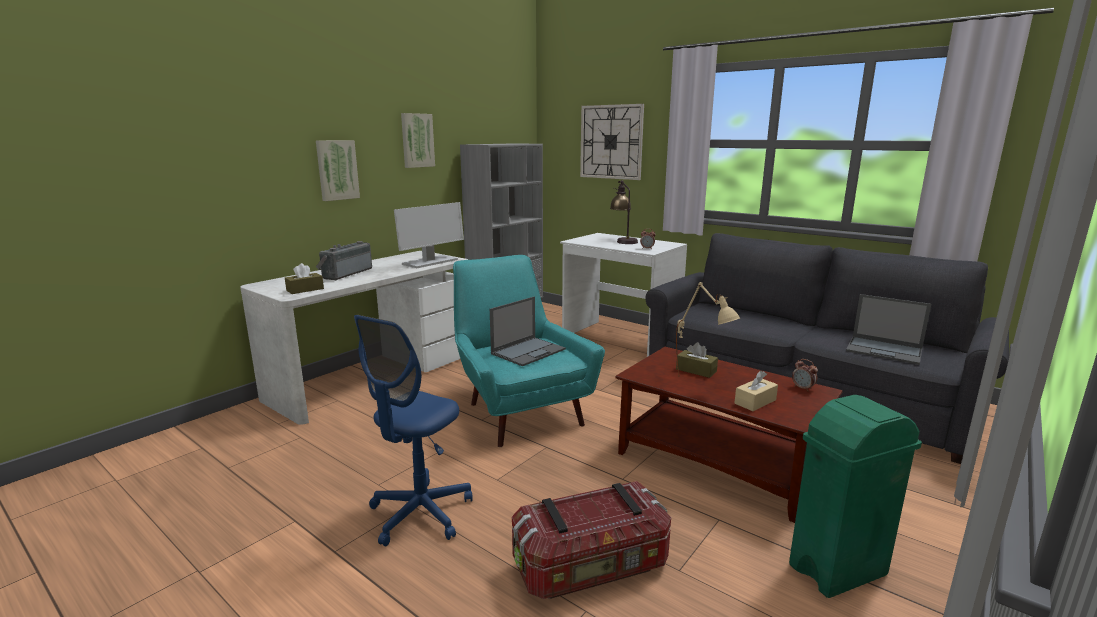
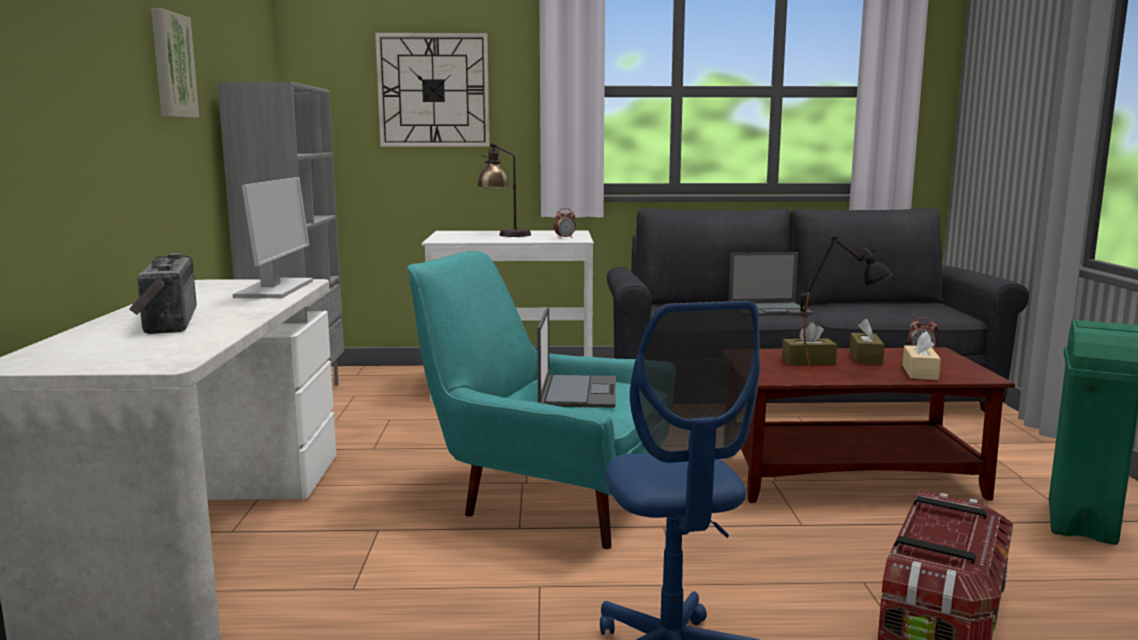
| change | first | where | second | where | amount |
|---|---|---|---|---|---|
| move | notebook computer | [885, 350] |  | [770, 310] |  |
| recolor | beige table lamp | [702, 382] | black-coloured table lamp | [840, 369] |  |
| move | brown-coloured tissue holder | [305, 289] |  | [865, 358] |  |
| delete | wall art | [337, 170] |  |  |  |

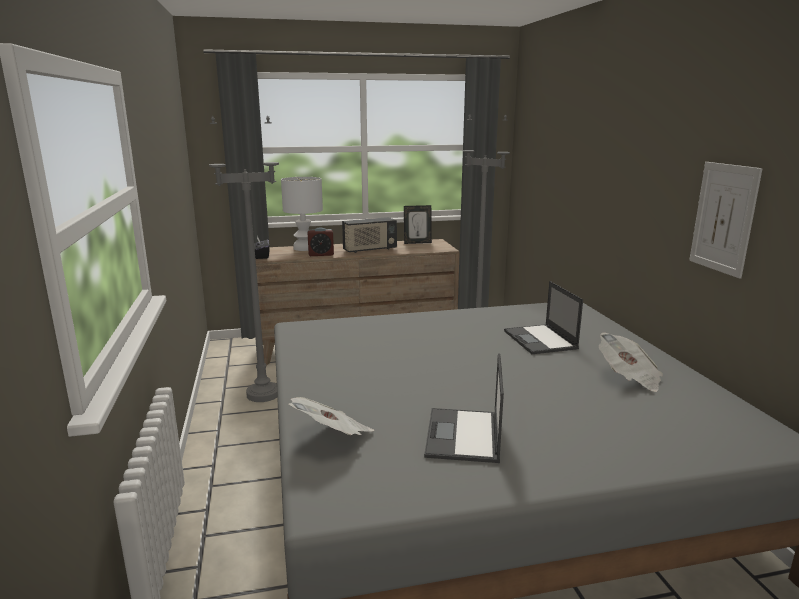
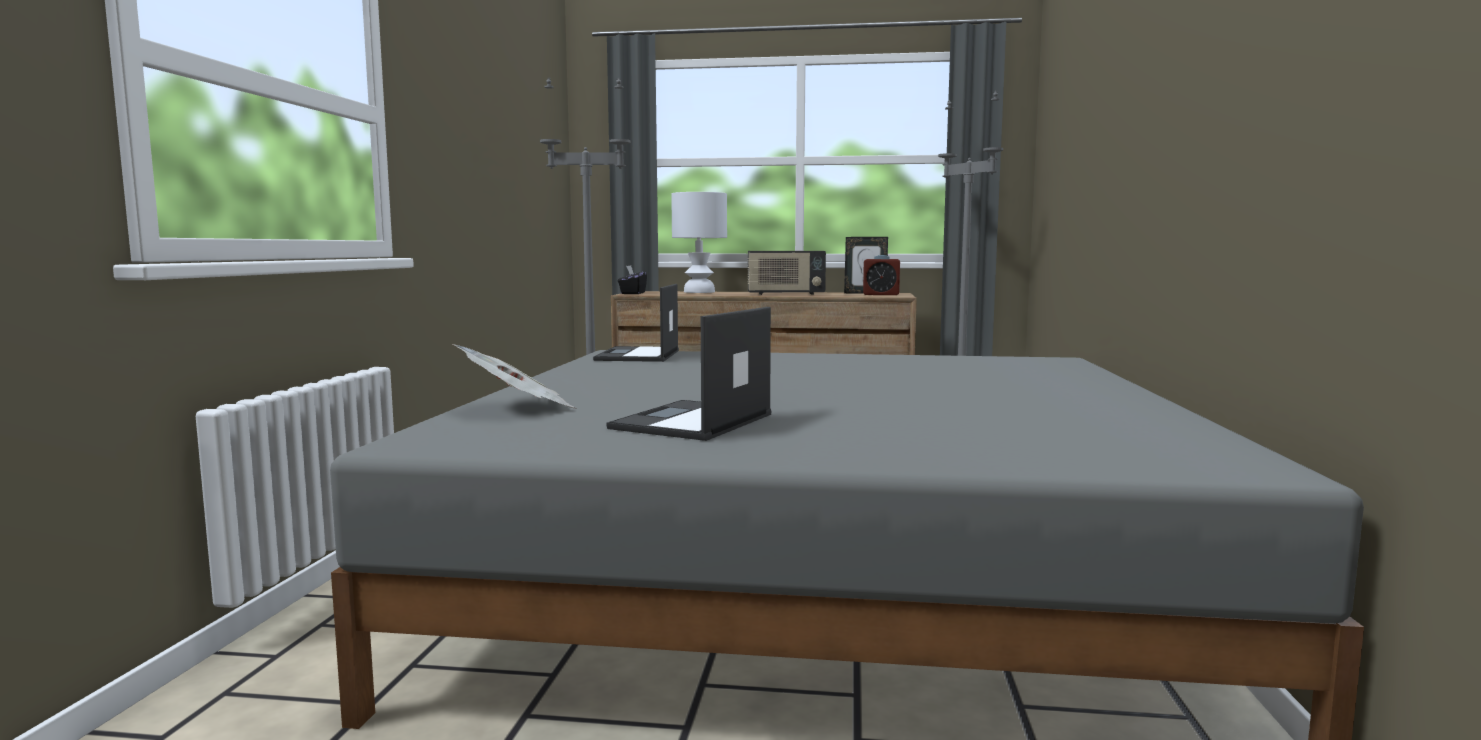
| change | first | where | second | where | amount |
|---|---|---|---|---|---|
| move | notebook computer | [540, 340] |  | [638, 355] |  |
| move | table clock | [321, 254] |  | [881, 294] |  |
| delete | daily paper | [629, 378] |  |  |  |
| delete | wall art | [723, 218] |  |  |  |

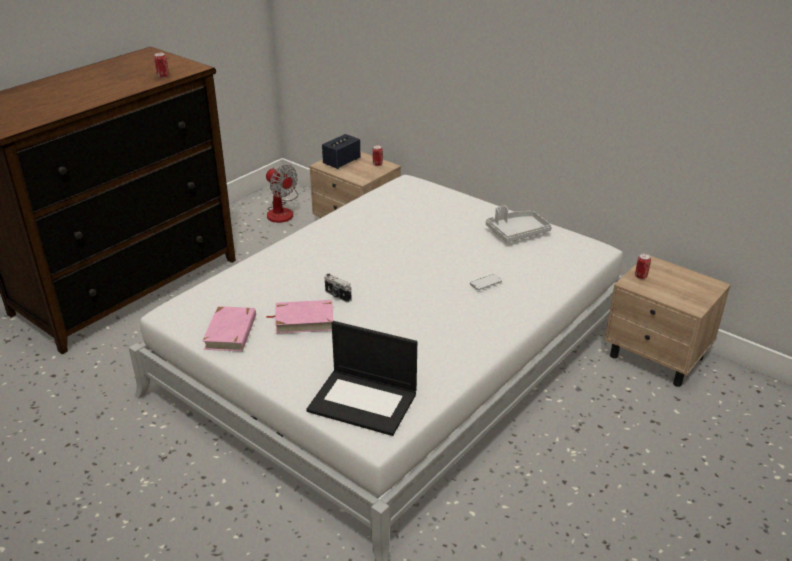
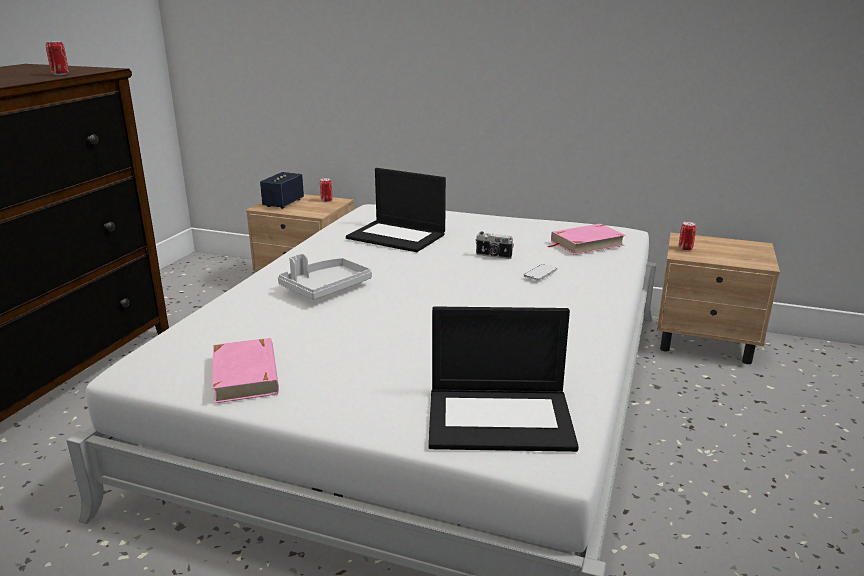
| change | first | where | second | where | amount |
|---|---|---|---|---|---|
| move | greyish tray | [517, 232] |  | [325, 288] |  |
| insert |  |  | notebook computer | [397, 236] |  |
| move | still camera | [337, 296] |  | [493, 256] |  |
| move | pinkish bound book | [304, 320] |  | [586, 243] |  |
| delete | fan | [282, 211] |  |  |  |

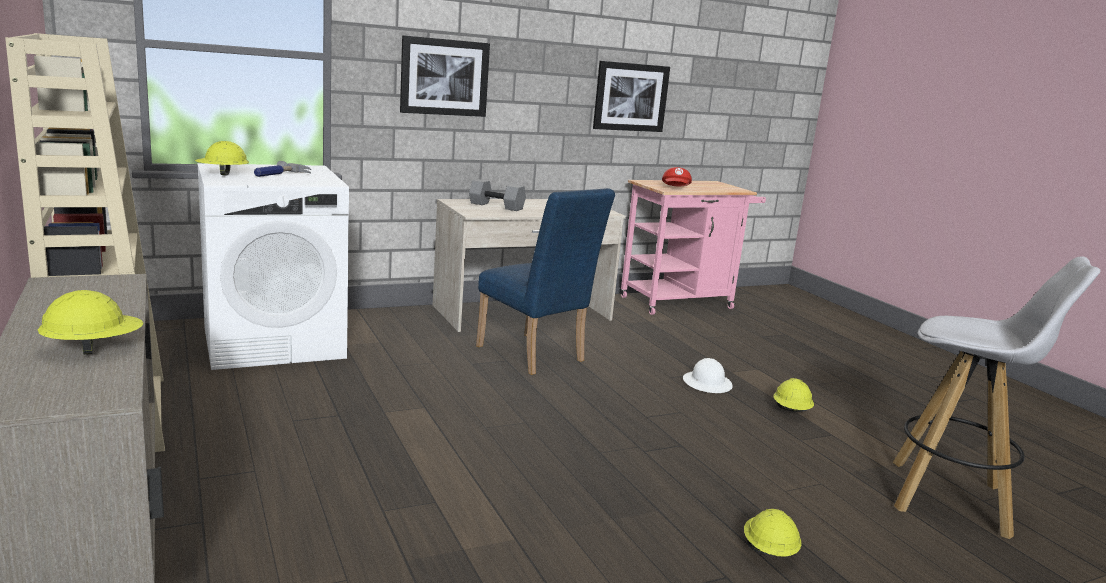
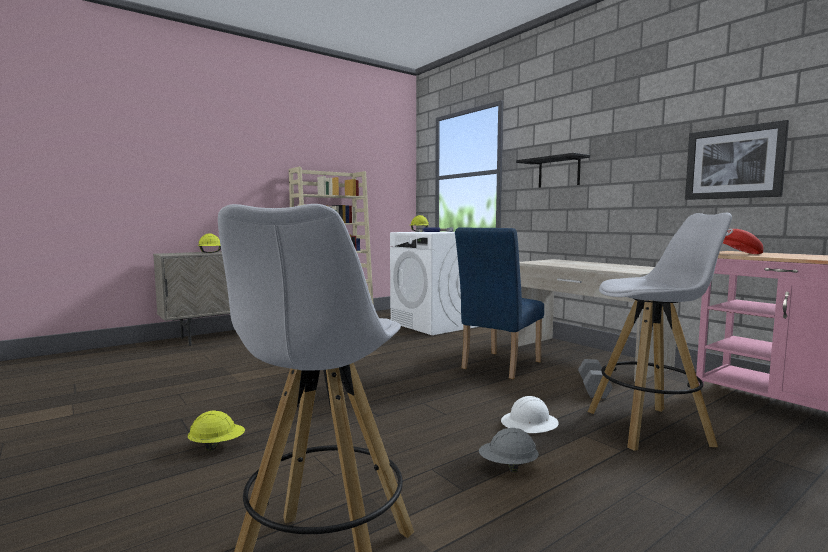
| change | first | where | second | where | amount |
|---|---|---|---|---|---|
| recolor | yellowish hard hat | [791, 411] | greyish hard hat | [508, 467] |  |
| replace | wall art | [444, 77] | black-coloured bracket shelf | [559, 172] |  |
| move | greyish dumbbell | [497, 206] |  | [594, 389] |  |
| insert |  |  | whitish stool seat | [649, 428] |  |

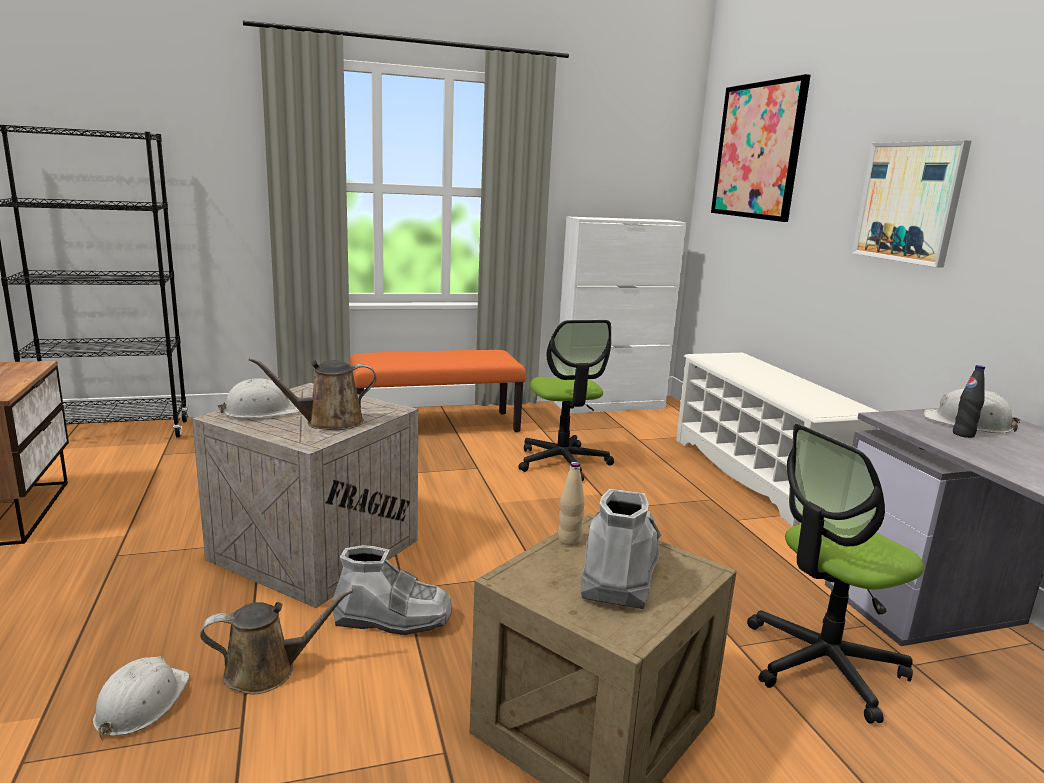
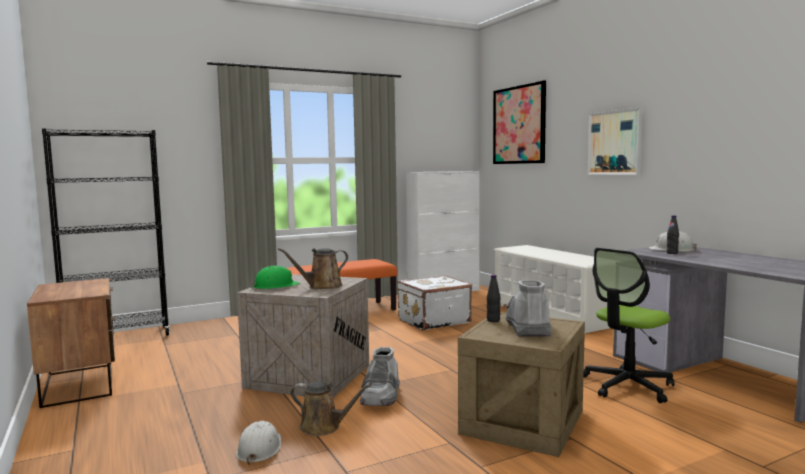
| change | first | where | second | where | amount |
|---|---|---|---|---|---|
| recolor | whitish hard hat | [261, 411] | green-coloured hard hat | [275, 286] |  |
| rotate | brown-coloured sprinkling can | [267, 671] |  | [324, 427] | 45 degrees clockwise |
| rotate | greyish high-top boot | [393, 618] |  | [381, 397] | 105 degrees clockwise |
| replace | computer chair | [563, 462] | whitish travel case | [433, 321] |  |
| recolor | beige bottle | [569, 540] | black-coloured bottle | [493, 320] |  |

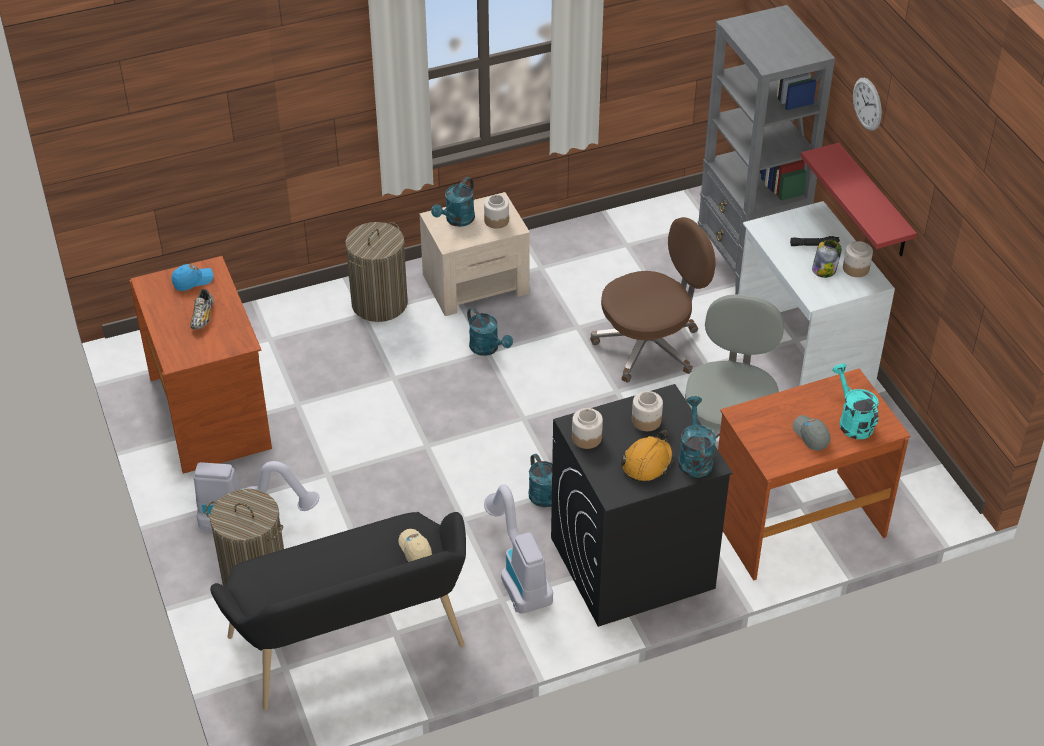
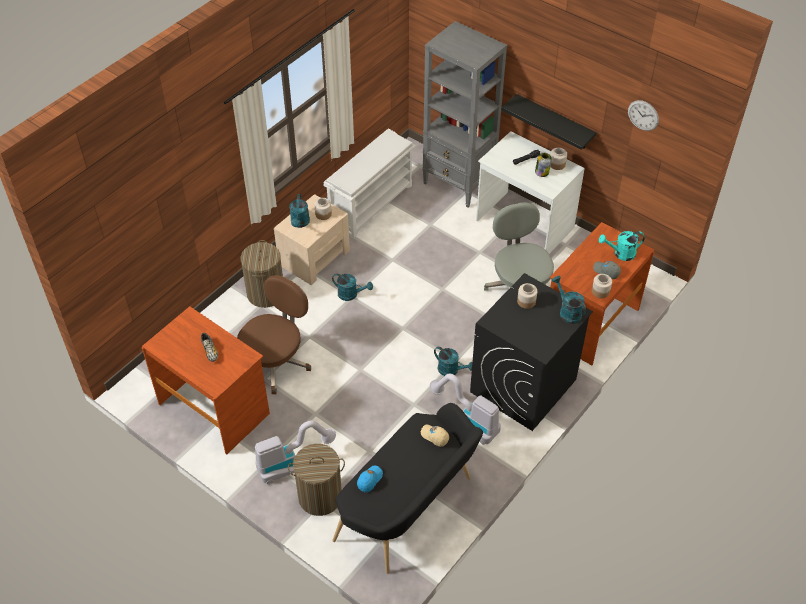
| change | first | where | second | where | amount |
|---|---|---|---|---|---|
| move | brown-coloured computer chair | [649, 346] |  | [275, 362] |  |
| insert |  |  | whitish shoe rack | [371, 203] |  |
| move | bluish cap | [192, 281] |  | [369, 480] |  |
| recolor | reddish bracket shelf | [874, 202] | black-coloured bracket shelf | [554, 122] |  |
| move | storage jar | [586, 437] |  | [600, 291] |  |
| rotate | turquoise sprinkling can | [852, 421] |  | [620, 254] | 45 degrees counterclockwise |
| move | clock on the wall | [867, 104] |  | [643, 115] |  |
| delete | orange-coloured hard hat | [647, 462] |  |  |  |

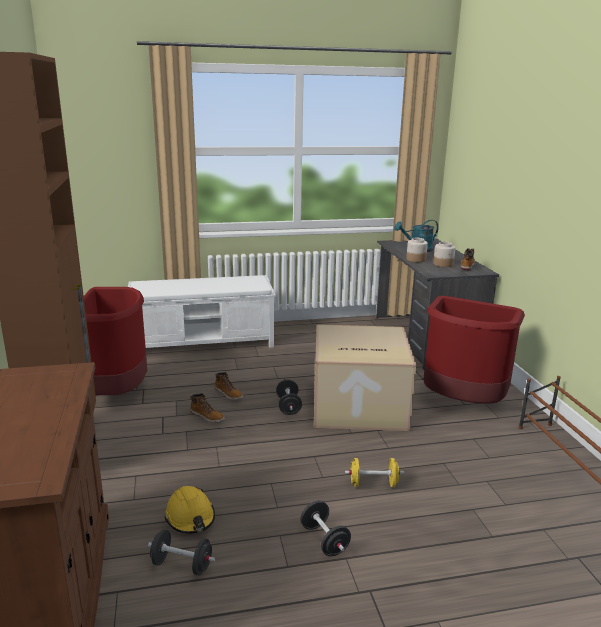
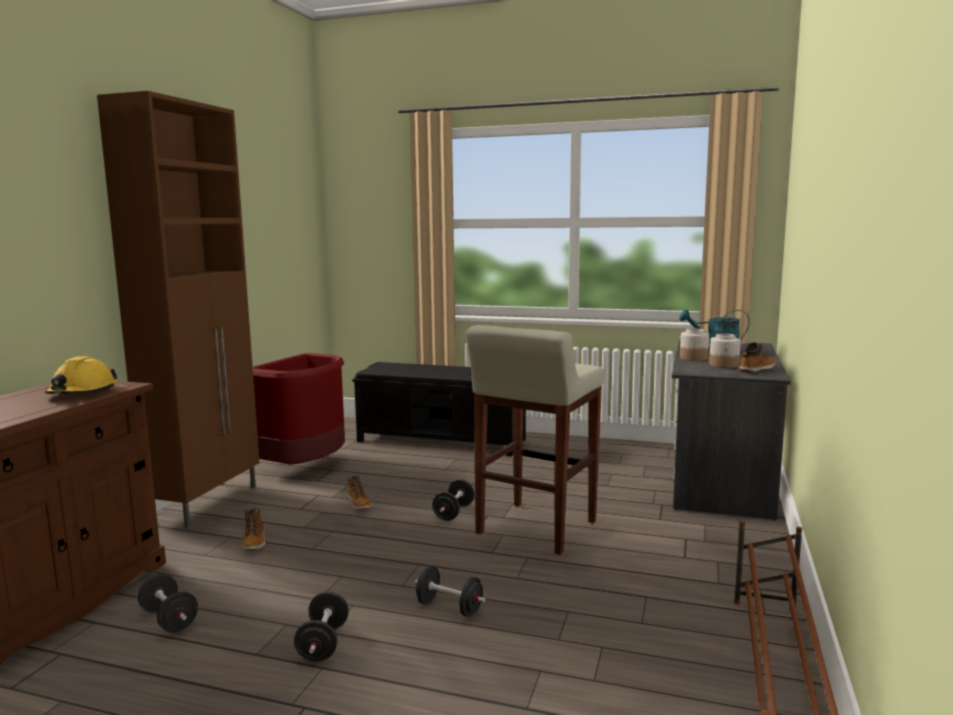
| change | first | where | second | where | amount |
|---|---|---|---|---|---|
| move | yellowish hard hat | [190, 518] |  | [82, 393] |  |
| move | high-top boot | [229, 394] |  | [254, 542] |  |
| recolor | whitish indoor bench | [204, 342] | black-coloured indoor bench | [442, 440] |  |
| recolor | yellowish dumbbell | [373, 484] | black-coloured dumbbell | [449, 608] |  |
| replace | packing box | [357, 405] | beige stool seat | [535, 528] |  |
| delete | reddish trash can | [463, 402] |  |  |  |

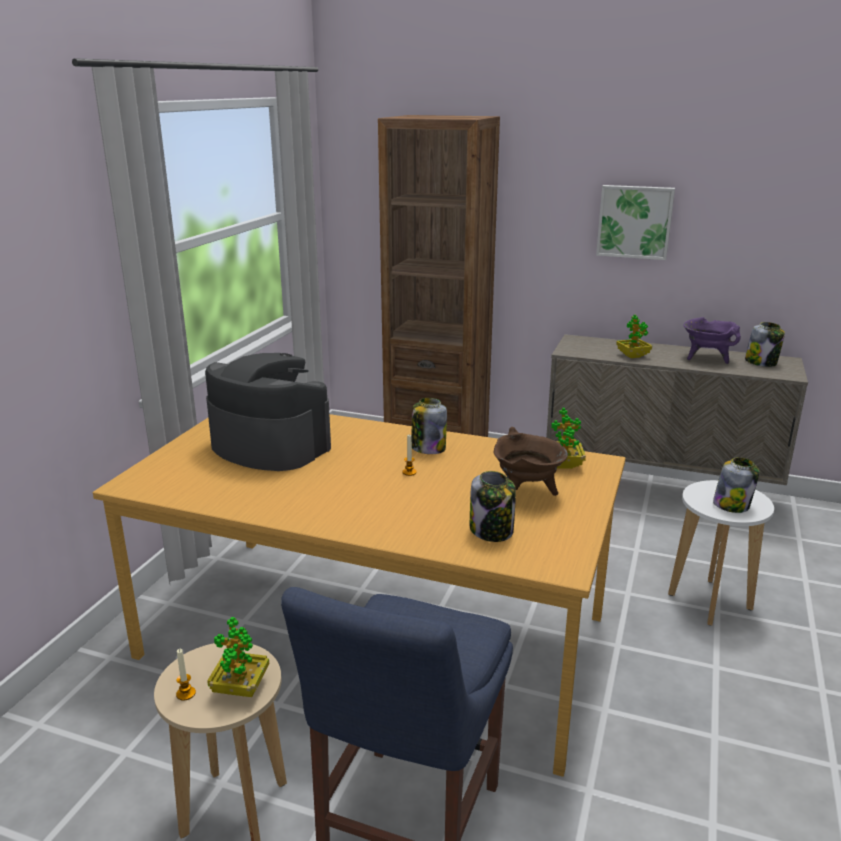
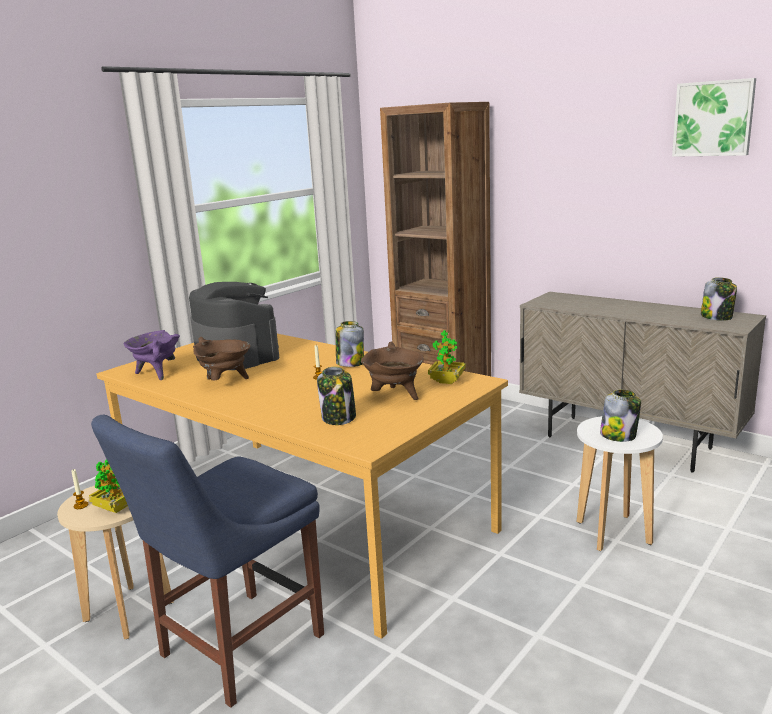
| change | first | where | second | where | amount |
|---|---|---|---|---|---|
| move | purple saucepot | [706, 359] |  | [156, 373] |  |
| insert |  |  | brown-coloured saucepot | [225, 382] |  |
| move | wall art | [635, 221] |  | [713, 118] |  |
| delete | potted plant | [632, 356] |  |  |  |

